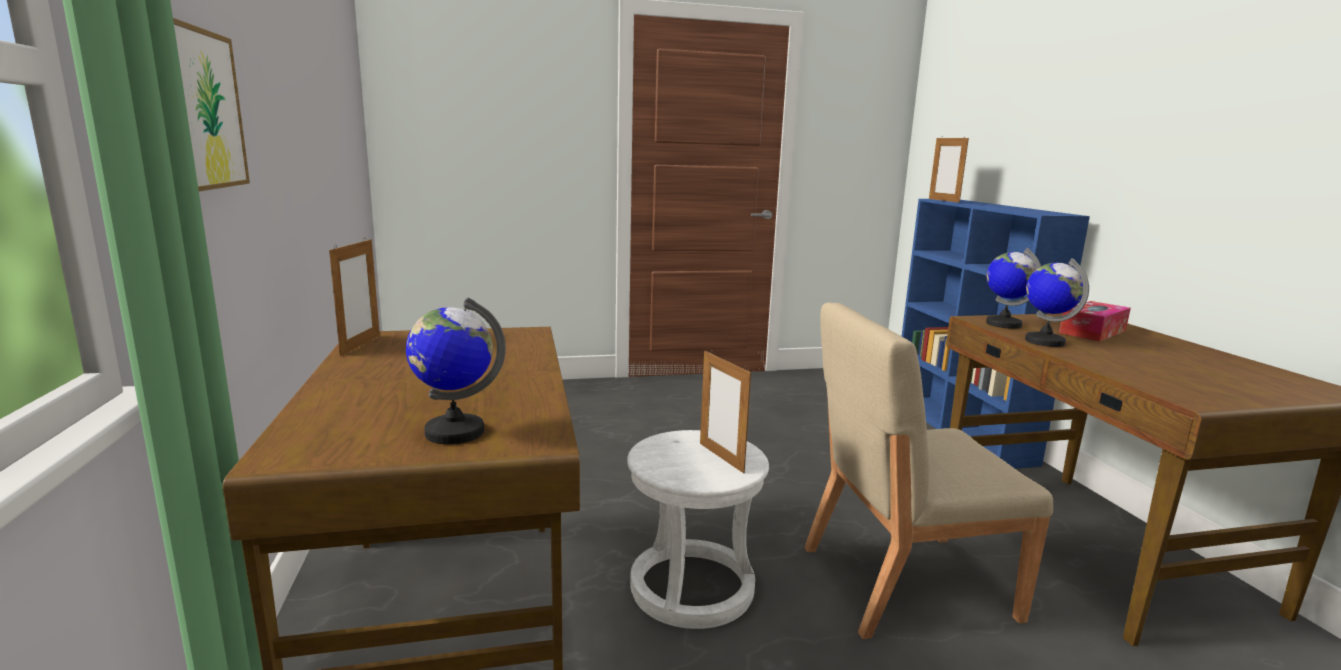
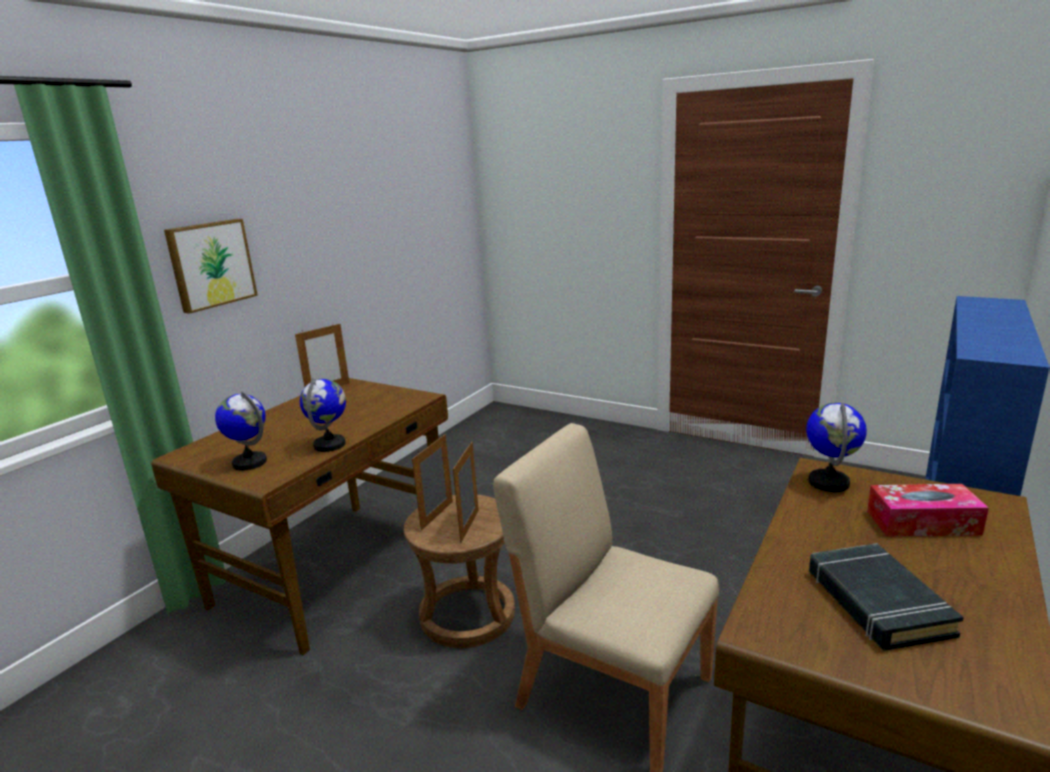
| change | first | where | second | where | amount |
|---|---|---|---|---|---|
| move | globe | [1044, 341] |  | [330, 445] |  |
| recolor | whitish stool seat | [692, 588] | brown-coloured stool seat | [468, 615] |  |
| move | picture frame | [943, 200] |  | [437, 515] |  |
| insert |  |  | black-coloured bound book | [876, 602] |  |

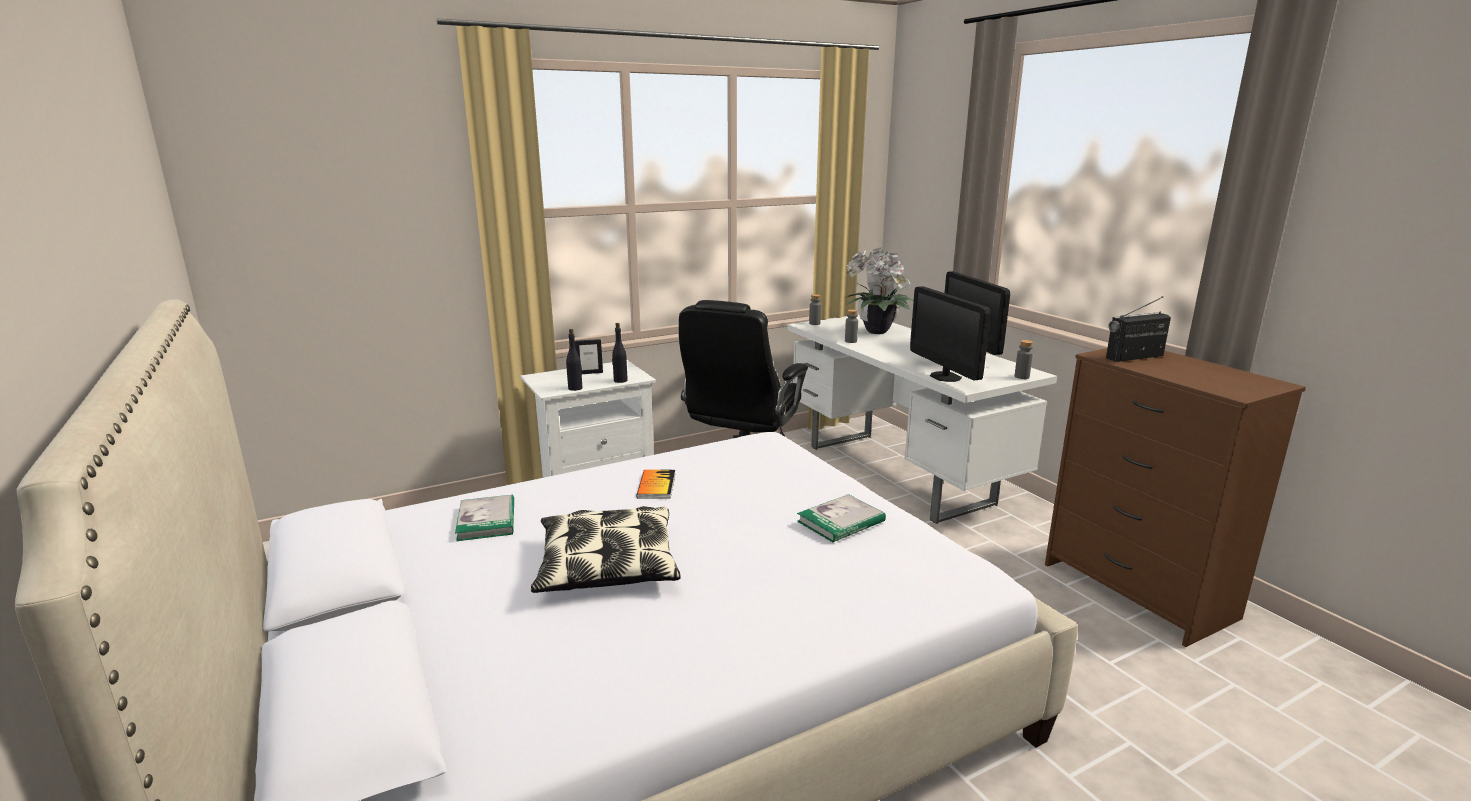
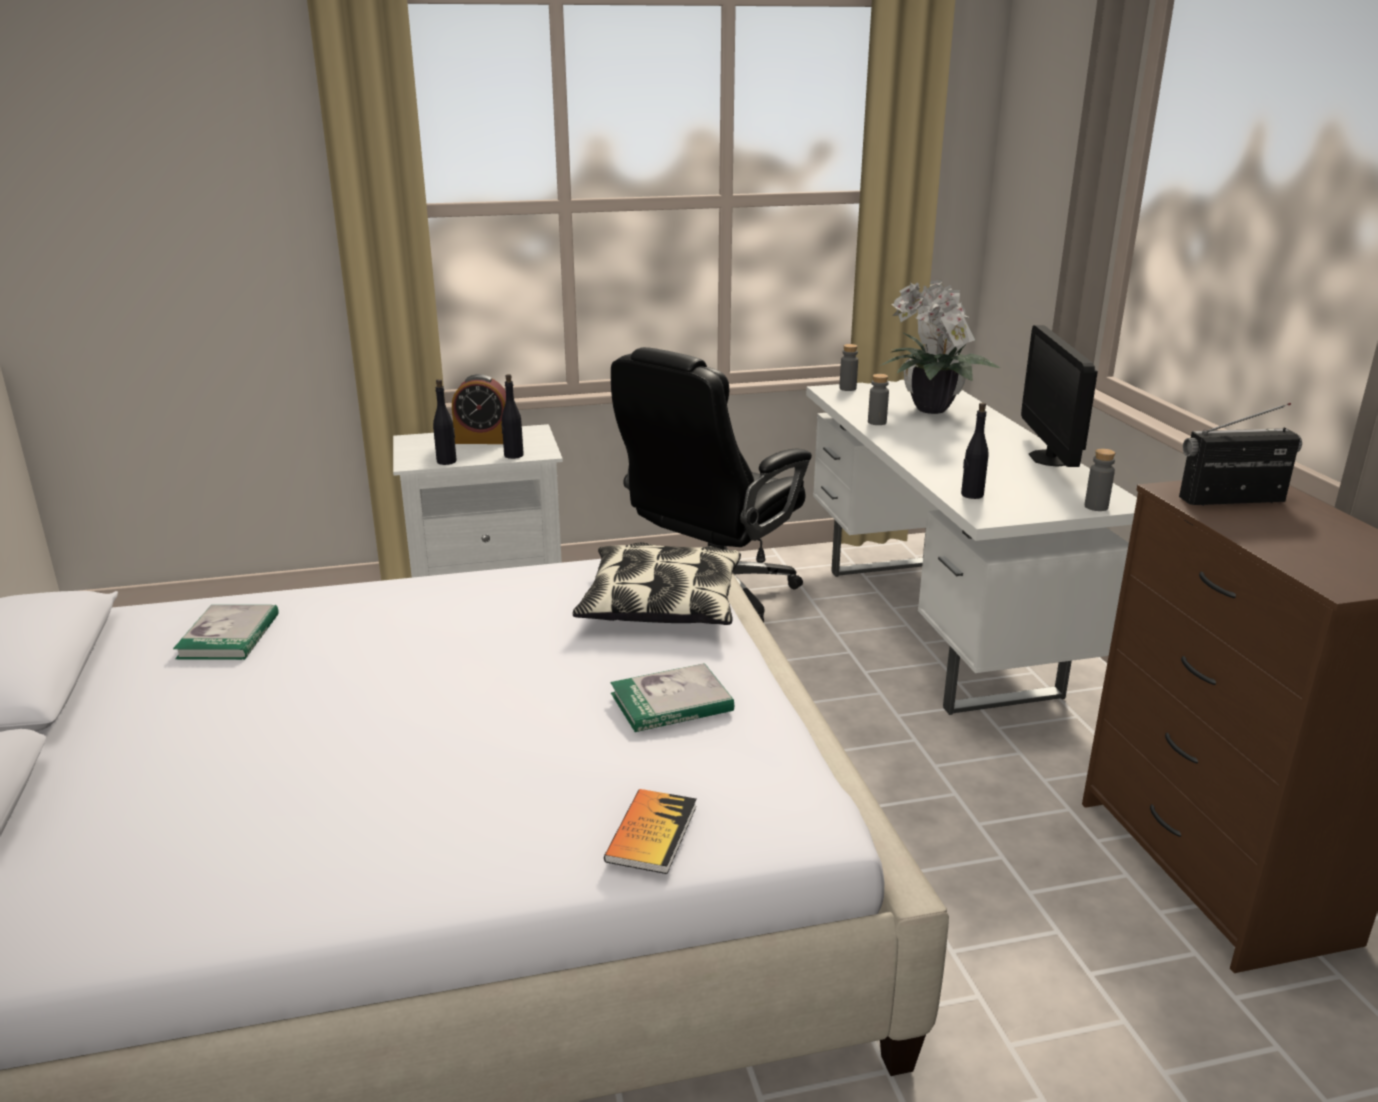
| change | first | where | second | where | amount |
|---|---|---|---|---|---|
| replace | picture frame | [590, 373] | table clock | [483, 440] |  |
| move | cushion | [607, 565] |  | [661, 604] |  |
| move | bound book | [656, 485] |  | [651, 833] |  |
| replace | monitor | [945, 376] | black-coloured bottle | [971, 495] |  |

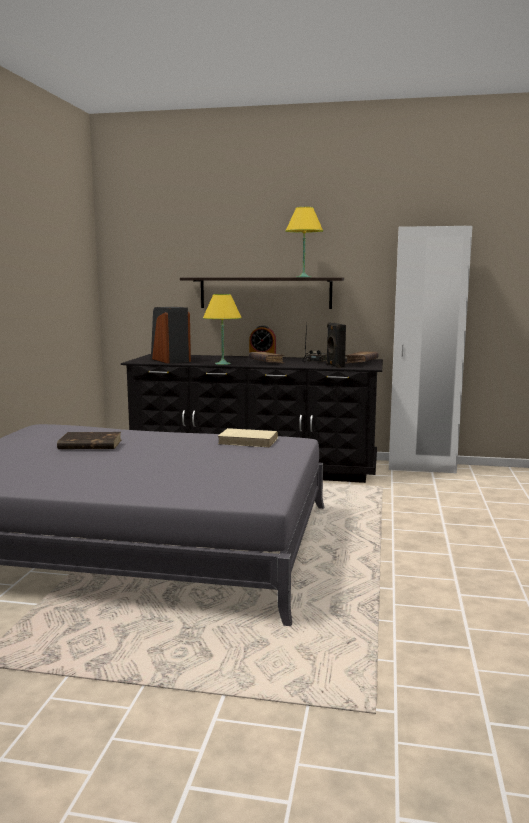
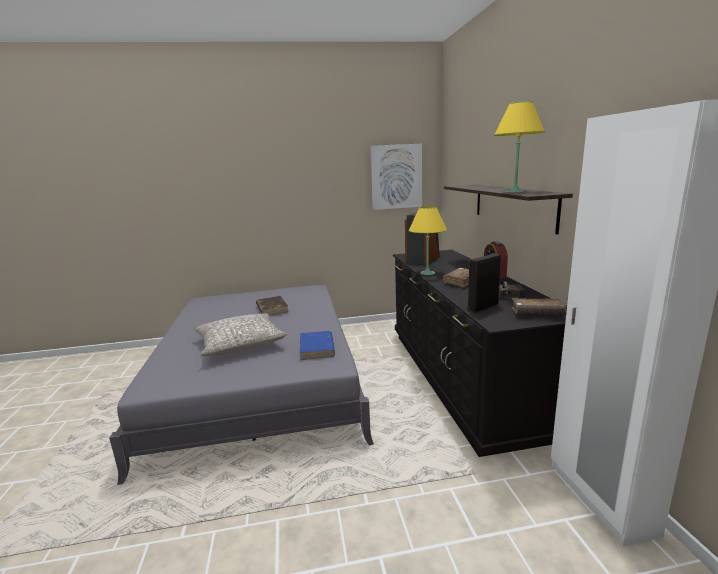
| change | first | where | second | where | amount |
|---|---|---|---|---|---|
| insert |  |  | greyish cushion | [240, 343] |  |
| recolor | beige bound book | [249, 441] | bluish bound book | [317, 348] |  |
| insert |  |  | wall art | [396, 177] |  |

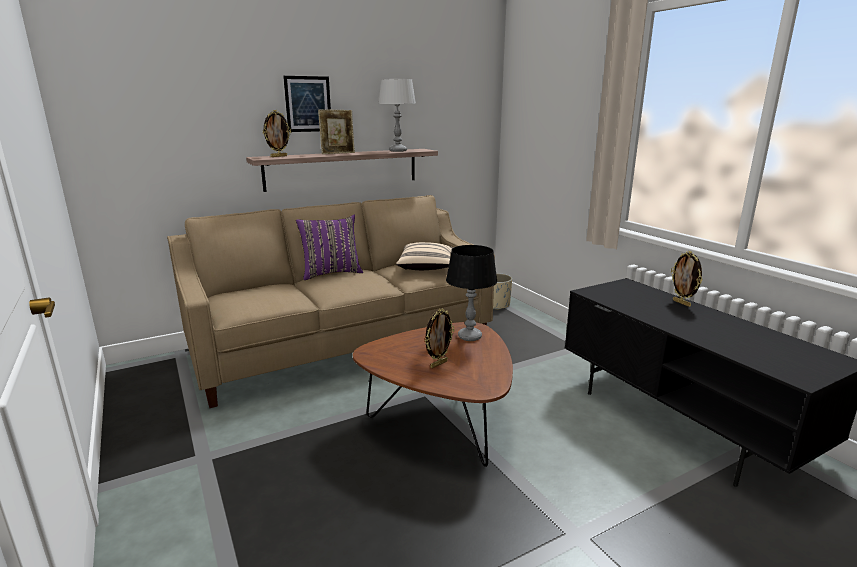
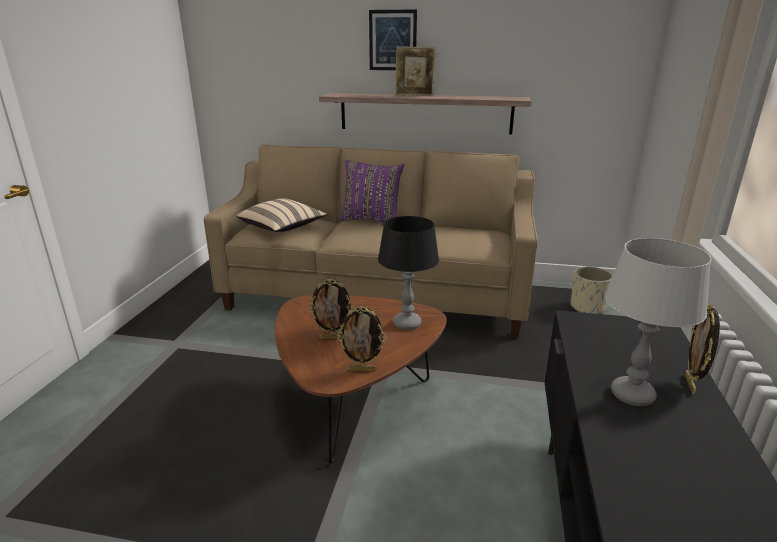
| change | first | where | second | where | amount |
|---|---|---|---|---|---|
| move | beige cushion | [427, 267] |  | [283, 228] |  |
| move | picture frame | [278, 156] |  | [362, 369] |  |
| move | greyish table lamp | [397, 151] |  | [632, 395] |  |

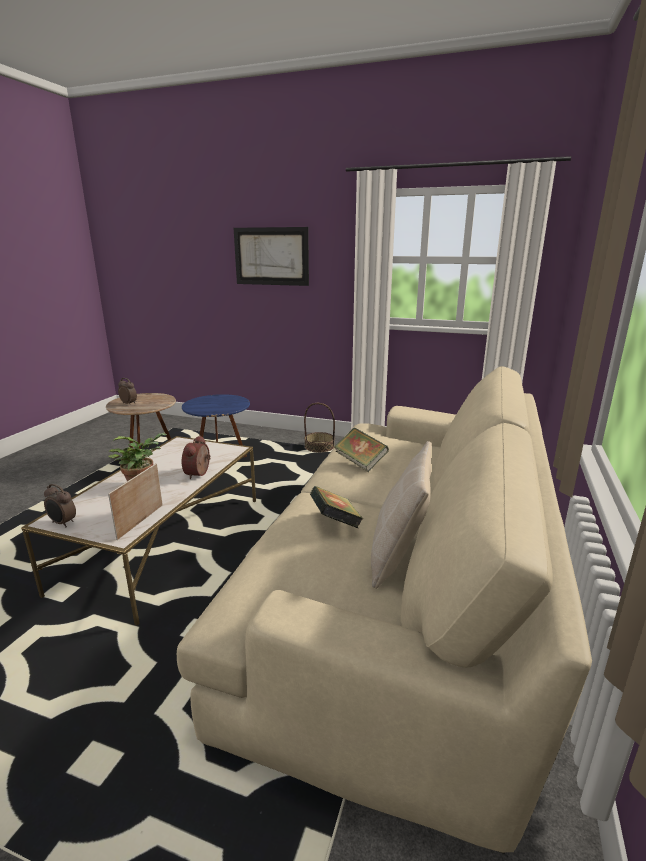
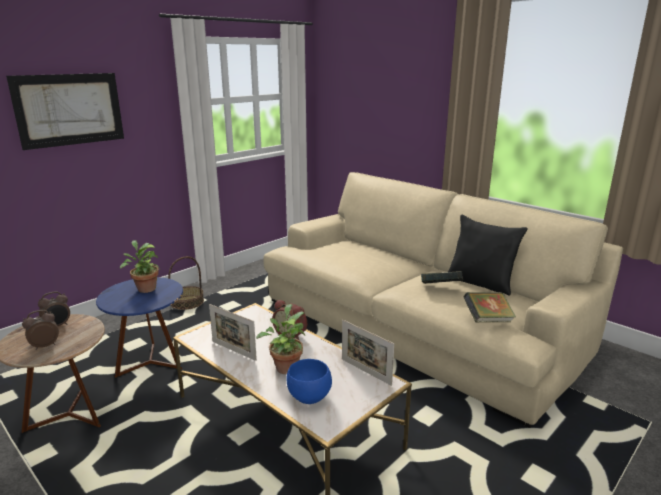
| change | first | where | second | where | amount |
|---|---|---|---|---|---|
| move | table clock | [62, 523] |  | [58, 326] |  |
| insert |  |  | potted plant | [145, 288] |  |
| insert |  |  | picture frame | [233, 350] |  |
| insert |  |  | bluish serving bowl | [308, 398] |  |
| recolor | beige cushion | [398, 556] | black-coloured cushion | [481, 283] |  |
| move | bound book | [360, 462] |  | [487, 320] |  |

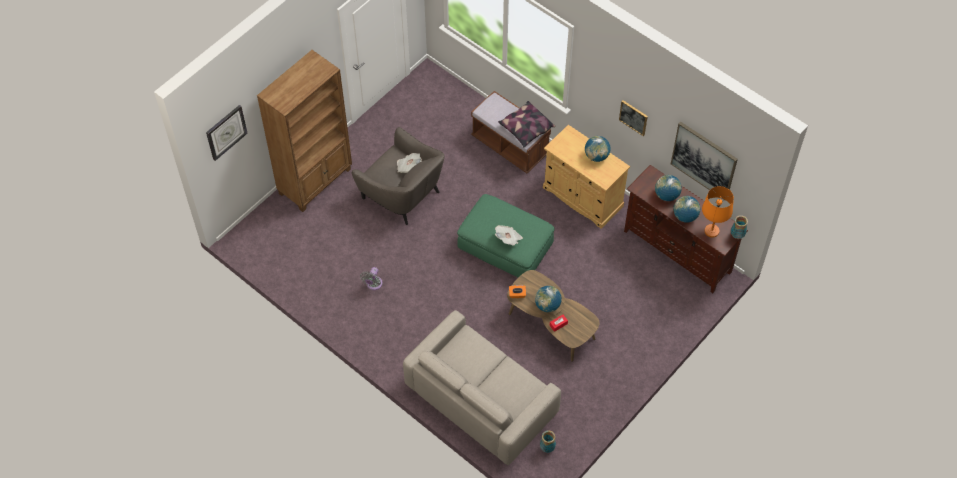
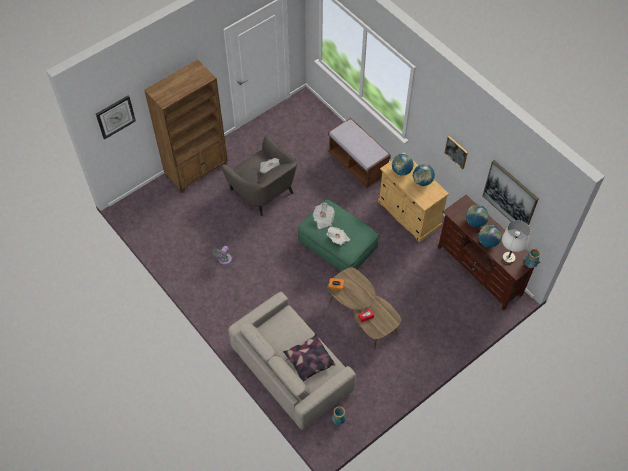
| change | first | where | second | where | amount |
|---|---|---|---|---|---|
| move | cushion | [526, 129] |  | [309, 361] |  |
| insert |  |  | daily paper | [323, 219] |  |
| move | globe | [547, 305] |  | [401, 171] |  |
| recolor | orange-coloured table lamp | [711, 231] | whitish table lamp | [508, 258] |  |

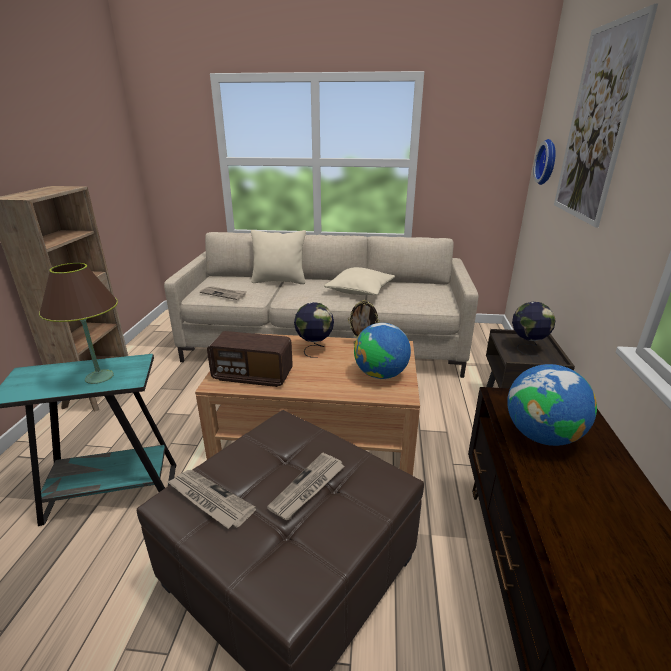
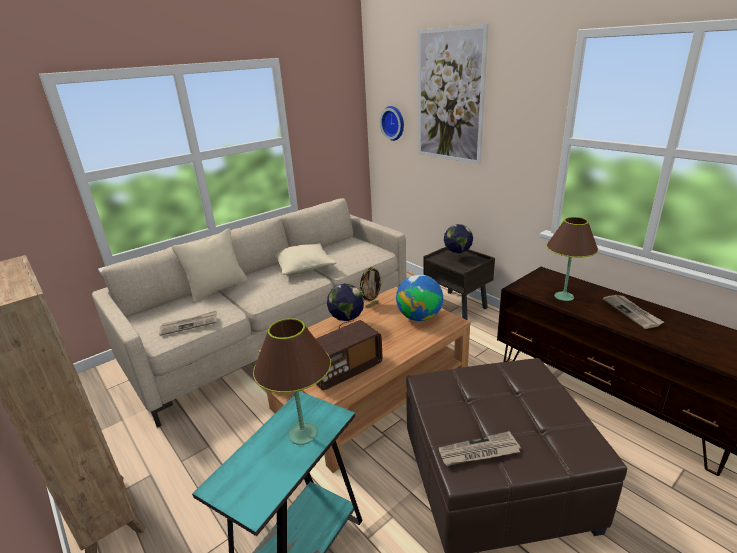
| change | first | where | second | where | amount |
|---|---|---|---|---|---|
| replace | globe | [541, 435] | brown-coloured table lamp | [563, 296] |  |
| move | daily paper | [308, 488] |  | [632, 312] |  |

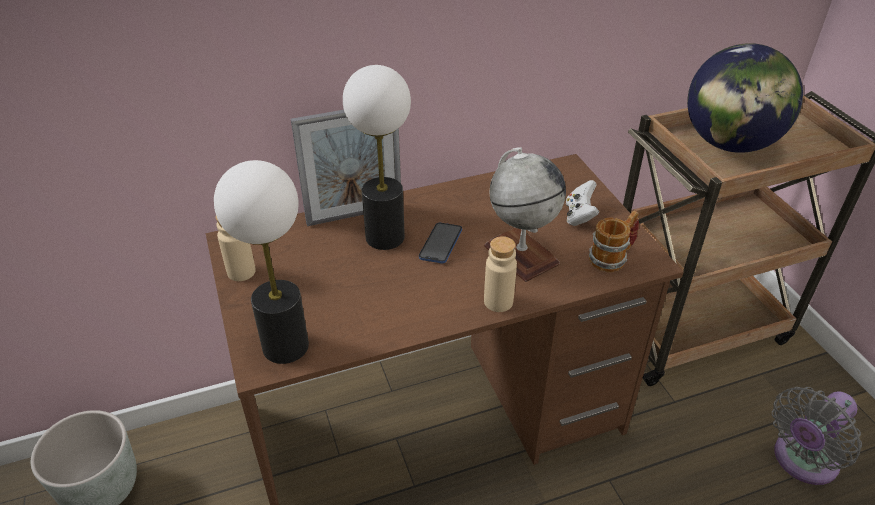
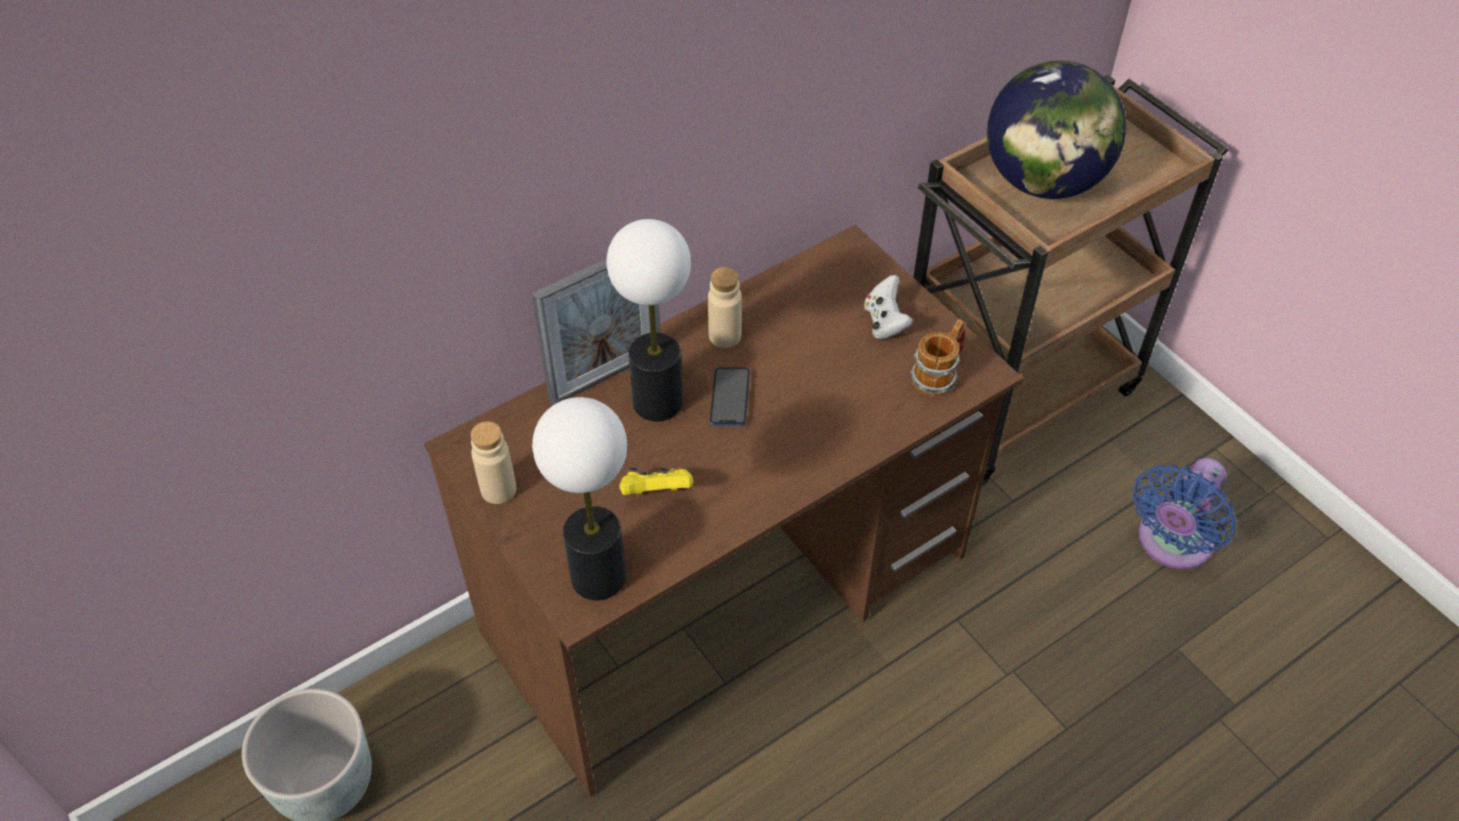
| change | first | where | second | where | amount |
|---|---|---|---|---|---|
| insert |  |  | yellowish game controller | [656, 493] |  |
| move | beige bottle | [498, 302] |  | [725, 336] |  |
| recolor | greyish fan | [801, 461] | bluish fan | [1171, 544] |  |
| delete | globe | [520, 254] |  |  |  |

